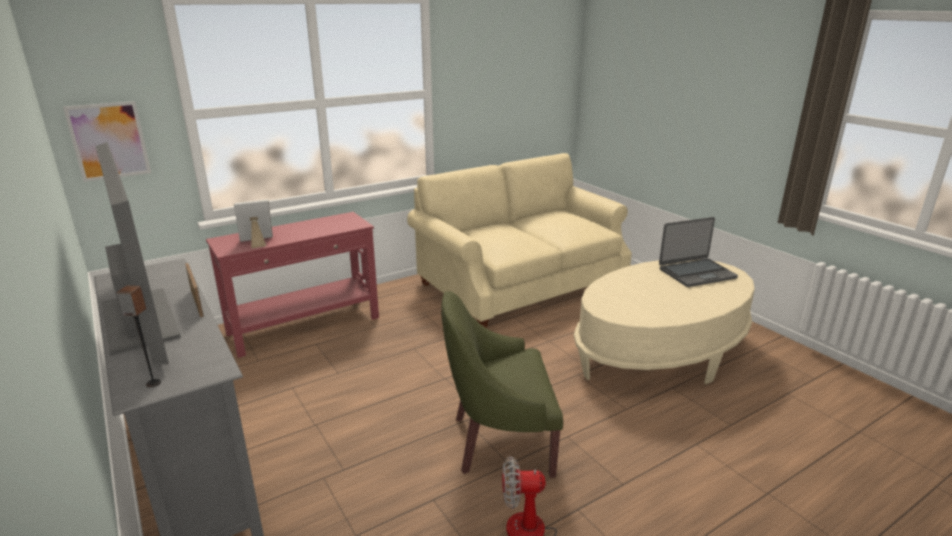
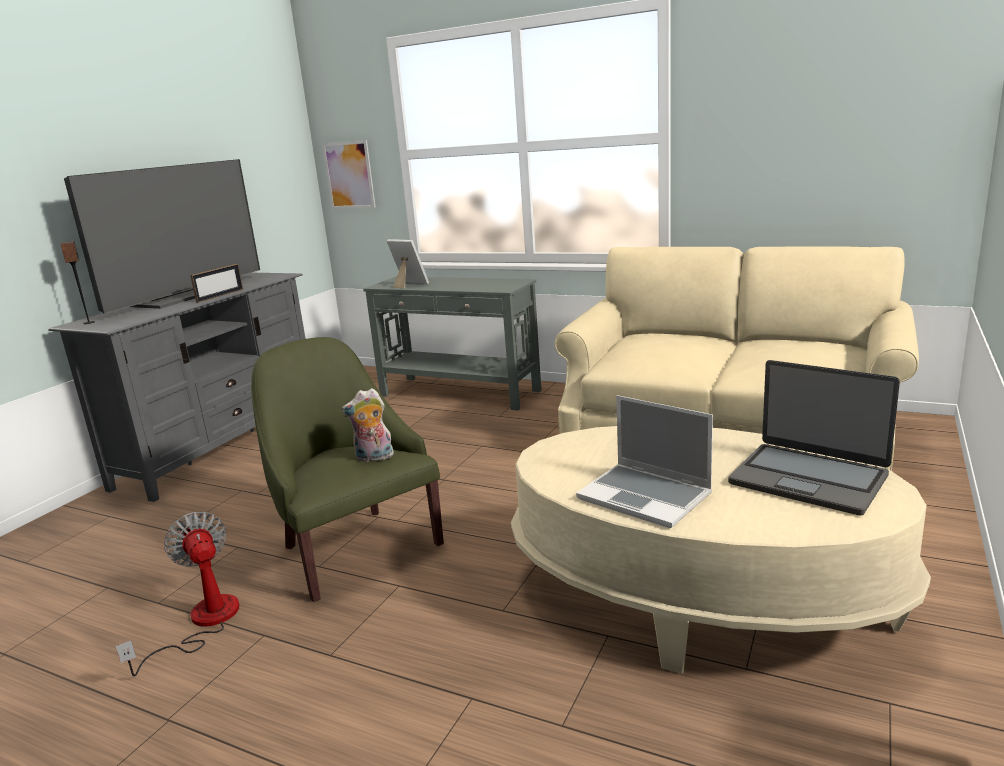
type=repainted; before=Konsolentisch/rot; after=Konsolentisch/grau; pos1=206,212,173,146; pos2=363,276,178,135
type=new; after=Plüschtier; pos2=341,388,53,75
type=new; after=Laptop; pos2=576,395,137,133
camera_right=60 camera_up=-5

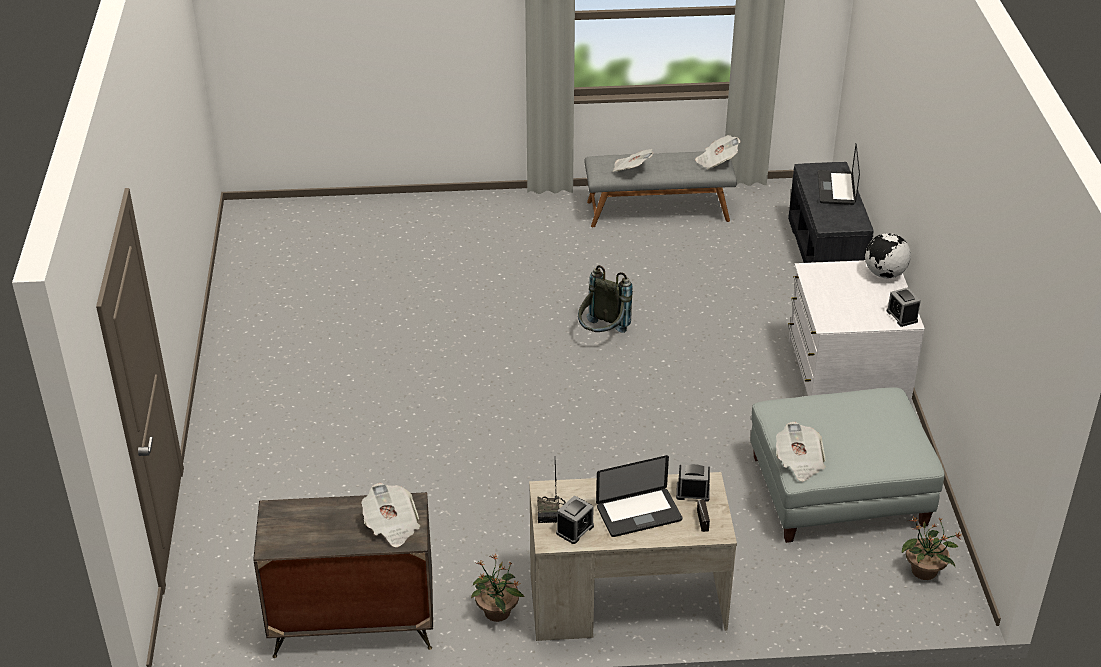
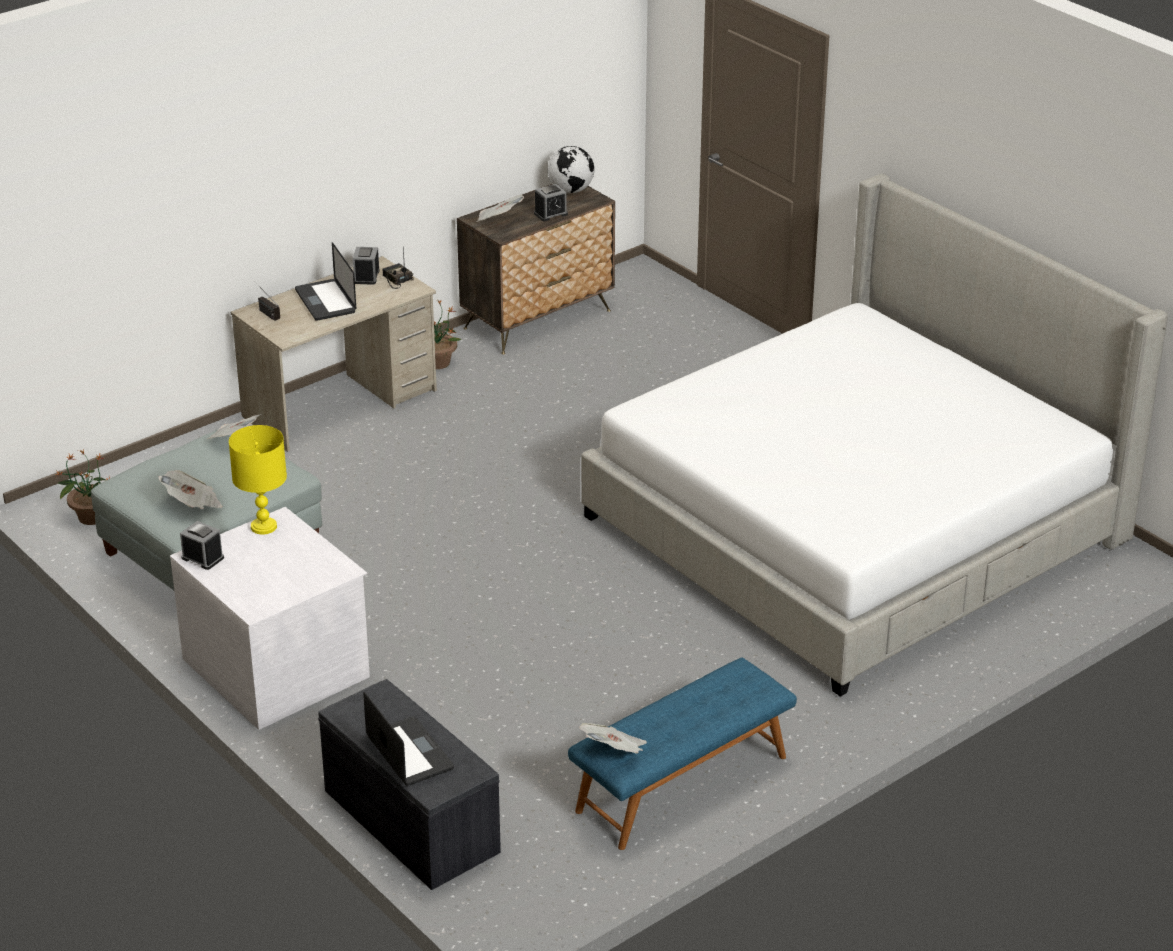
type=shifted; before=Zeitung; pos1=613,149,40,23; pos2=159,470,64,39
type=repainted; before=Bank/grau; after=Bank/blau; pos1=585,151,152,76; pos2=568,658,229,192
type=shifted; before=Globus; pos1=865,233,46,45; pos2=548,146,46,47
type=gone; before=Rucksack/grau; pos1=578,265,55,68
type=rotated; before=Laptop; pos1=596,455,86,82; pos2=295,242,61,79; turn=-60
type=shifted; before=Wecker; pos1=676,462,34,40; pos2=534,184,34,37
type=new; after=Bett; pos2=581,173,587,524
type=new; after=Tischlampe/gelb; pos2=229,425,58,110
camera_right=145 camera_up=-5

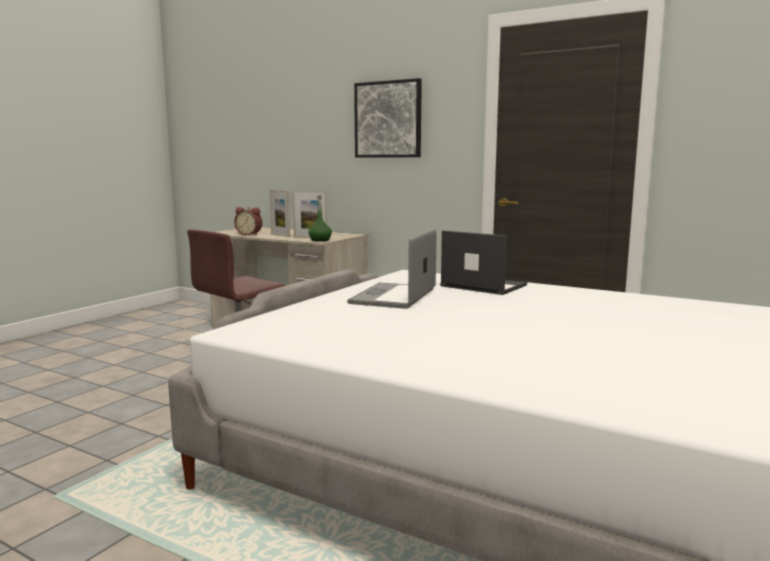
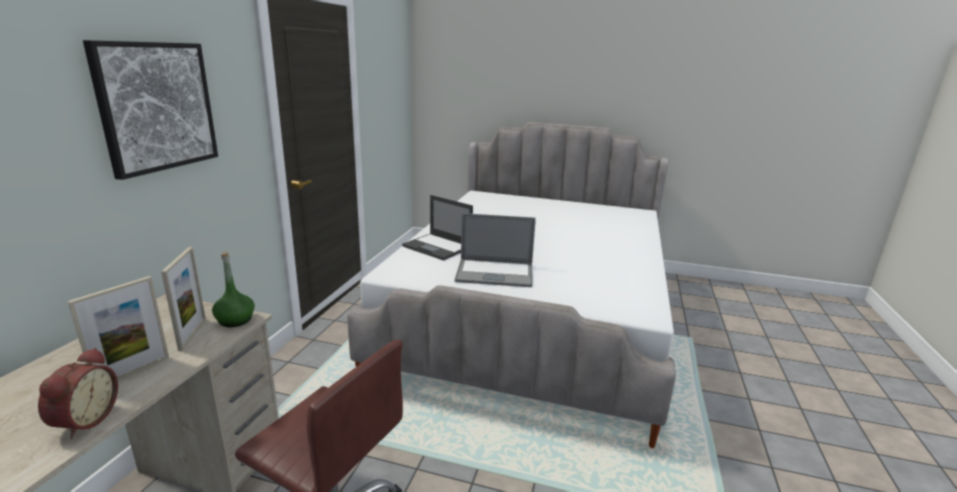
type=rotated; before=Laptop; pos1=440,230,87,65; pos2=402,195,71,66; turn=-75
camera_right=-105 camera_up=10

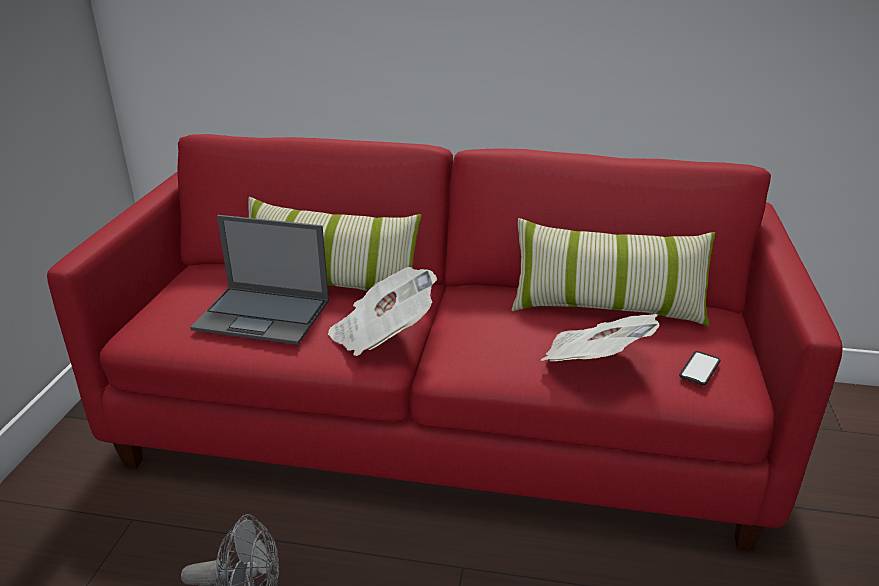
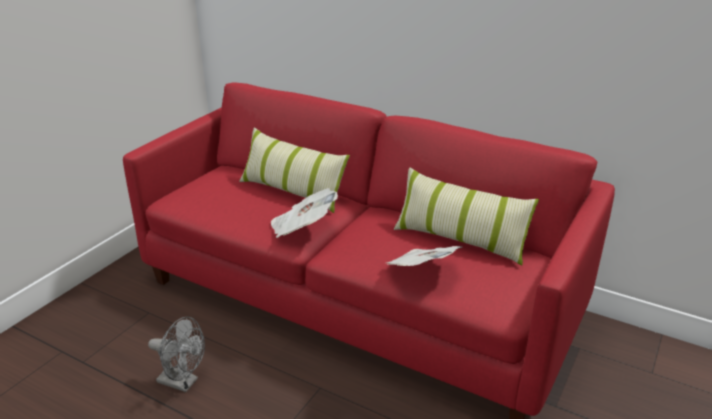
type=gone; before=Laptop; pos1=190,215,139,130
type=gone; before=Handy; pos1=679,351,41,34
camera_right=20 camera_up=0

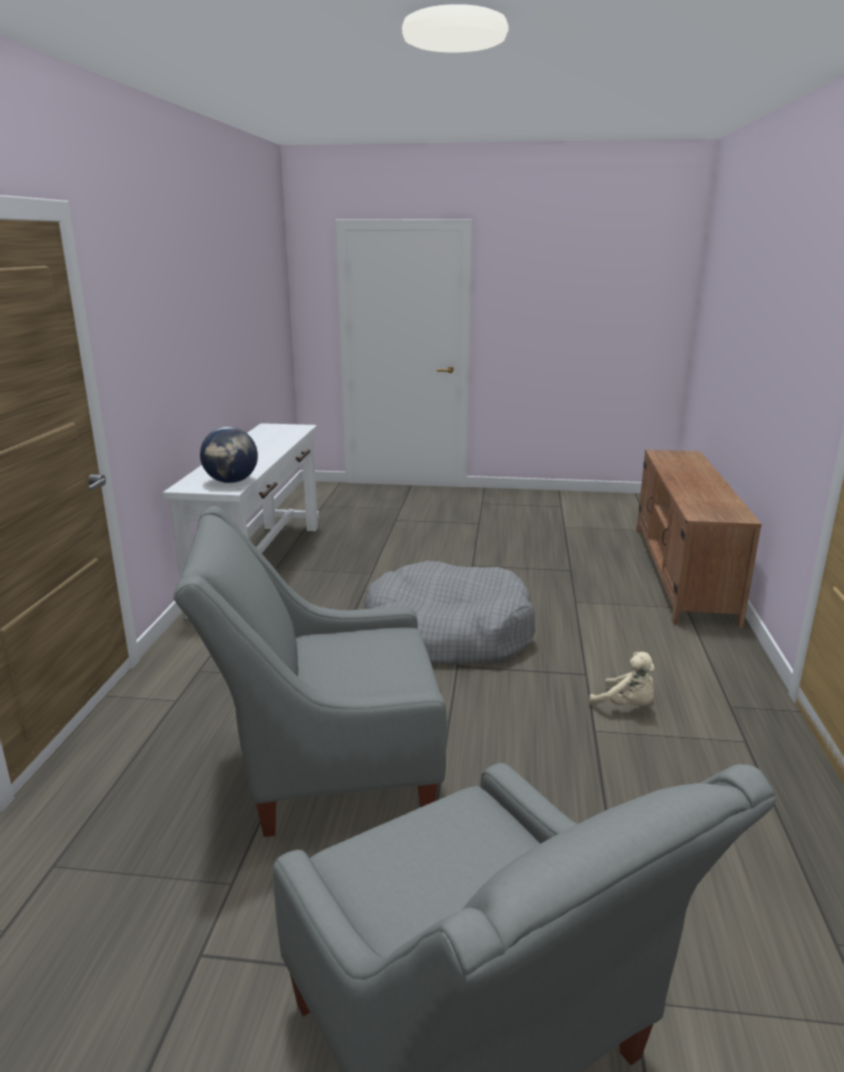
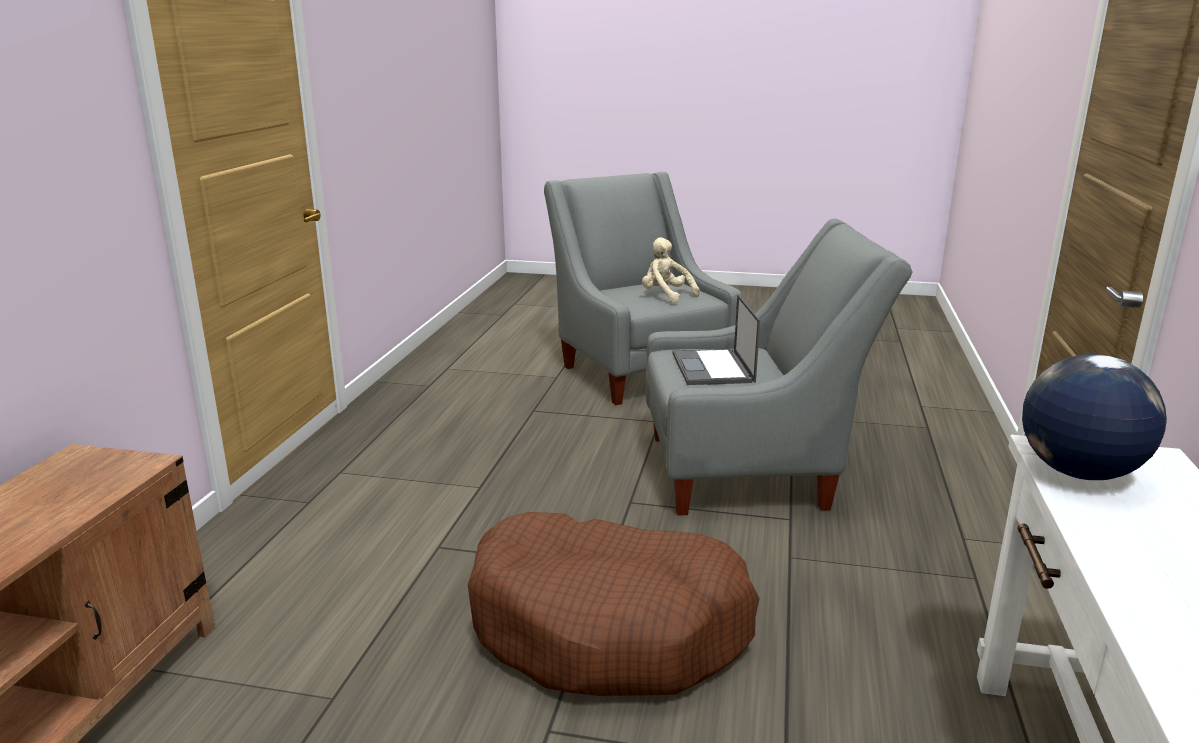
type=repainted; before=Hundebett/grau; after=Hundebett/braun; pos1=364,561,171,104; pos2=468,512,292,184
type=shifted; before=Plüschtier/beige; pos1=589,652,66,54; pos2=642,237,58,66
type=new; after=Laptop; pos2=673,294,87,91
camera_right=-175 camera_up=0

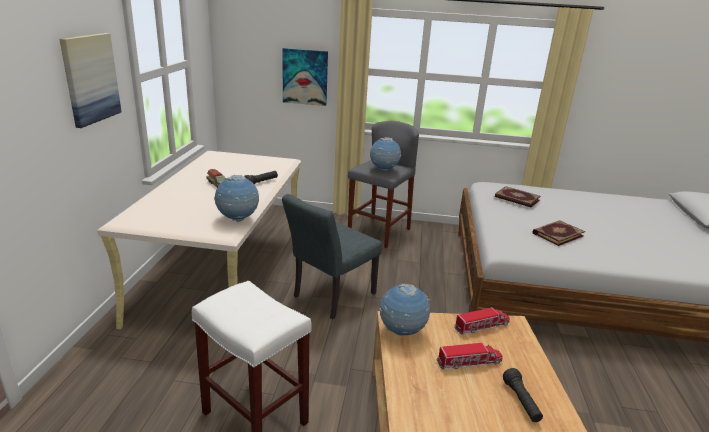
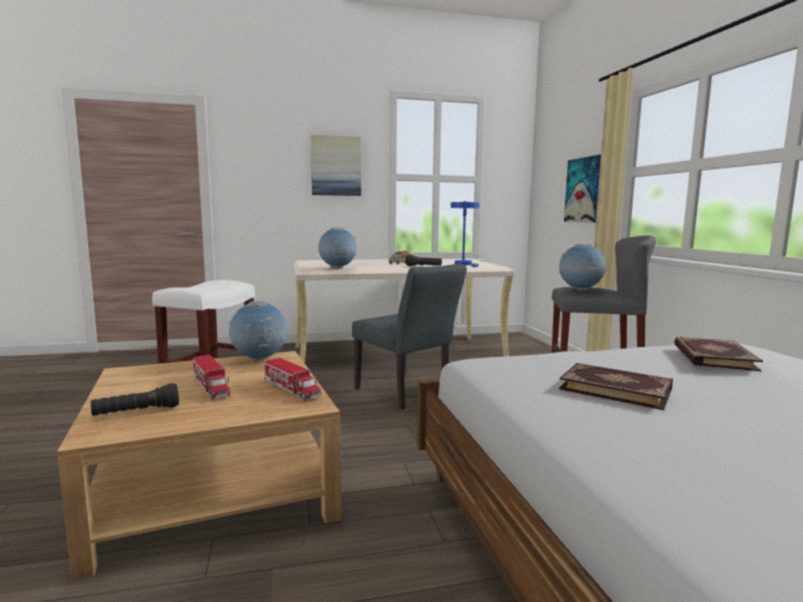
type=rotated; before=Stuhl/grau; pos1=282,194,100,125; pos2=352,264,115,146; turn=-150
type=new; after=Tischlampe/blau; pos2=451,201,28,66
camera_right=70 camera_up=-15

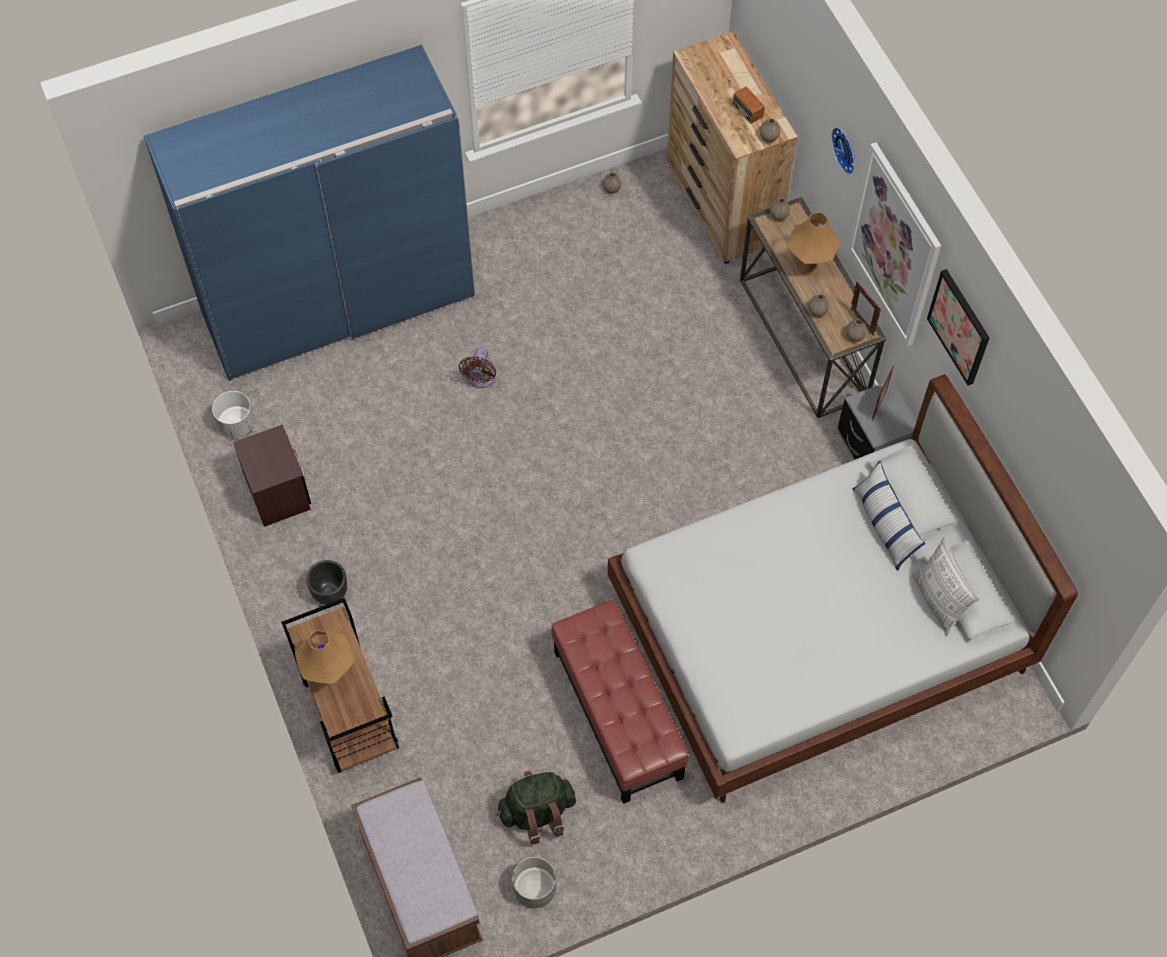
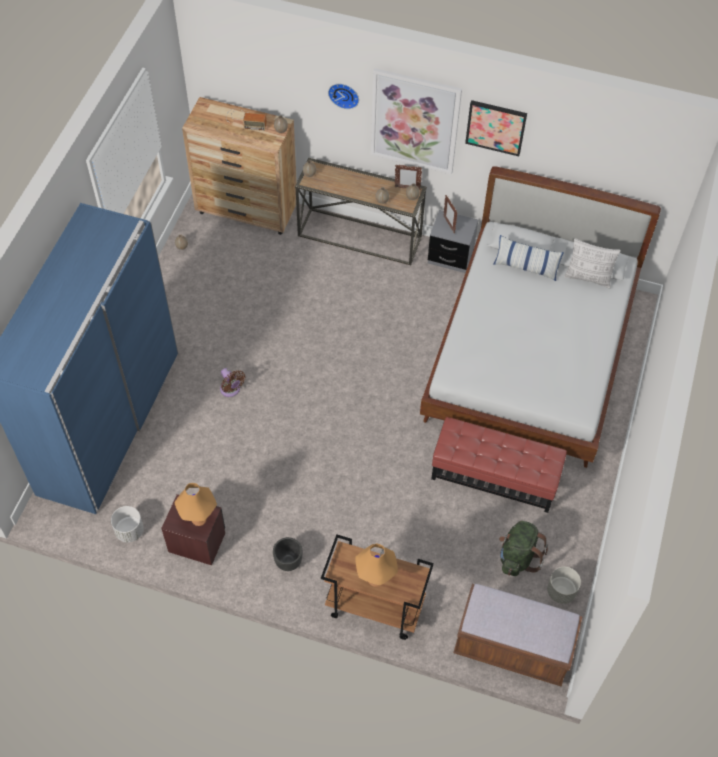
type=shifted; before=Tischlampe/orange; pos1=787,212,53,64; pos2=174,483,43,43
camera_right=-50 camera_up=-5

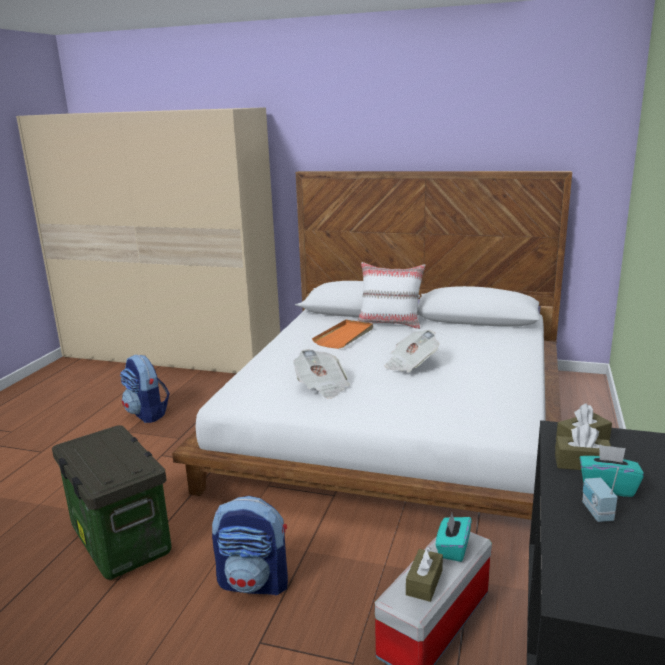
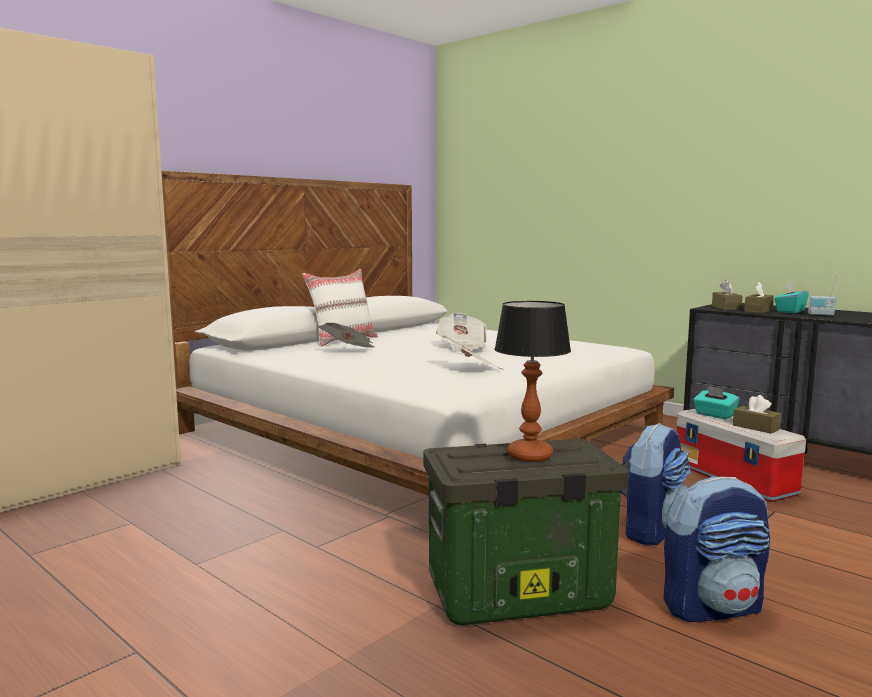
type=swapped; before=Tablett/orange; after=Zeitung; pos1=312,320,61,29; pos2=319,323,55,25
type=shifted; before=Rucksack; pos1=120,354,50,69; pos2=663,476,107,146
type=new; after=Tischlampe; pos2=494,301,77,161
camera_right=-65 camera_up=-10

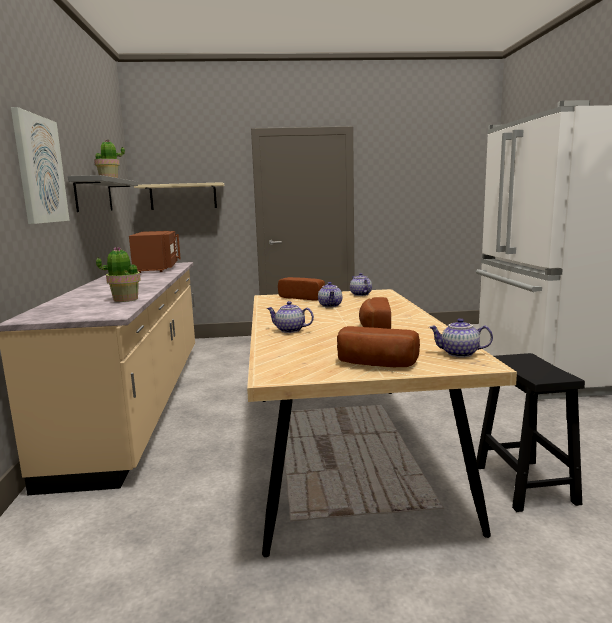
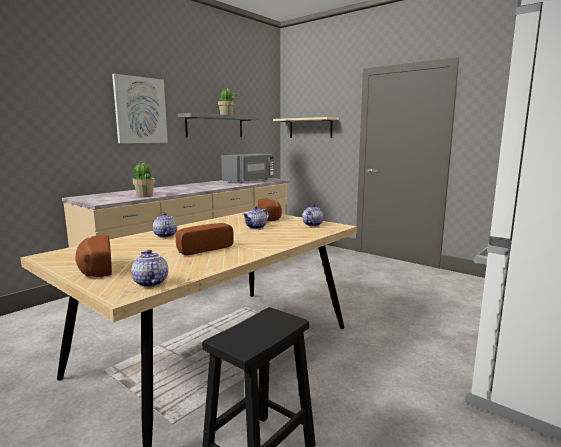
type=repainted; before=Mikrowelle/braun; after=Mikrowelle/grau; pos1=129,231,52,42; pos2=221,153,53,31
camera_right=45 camera_up=0

